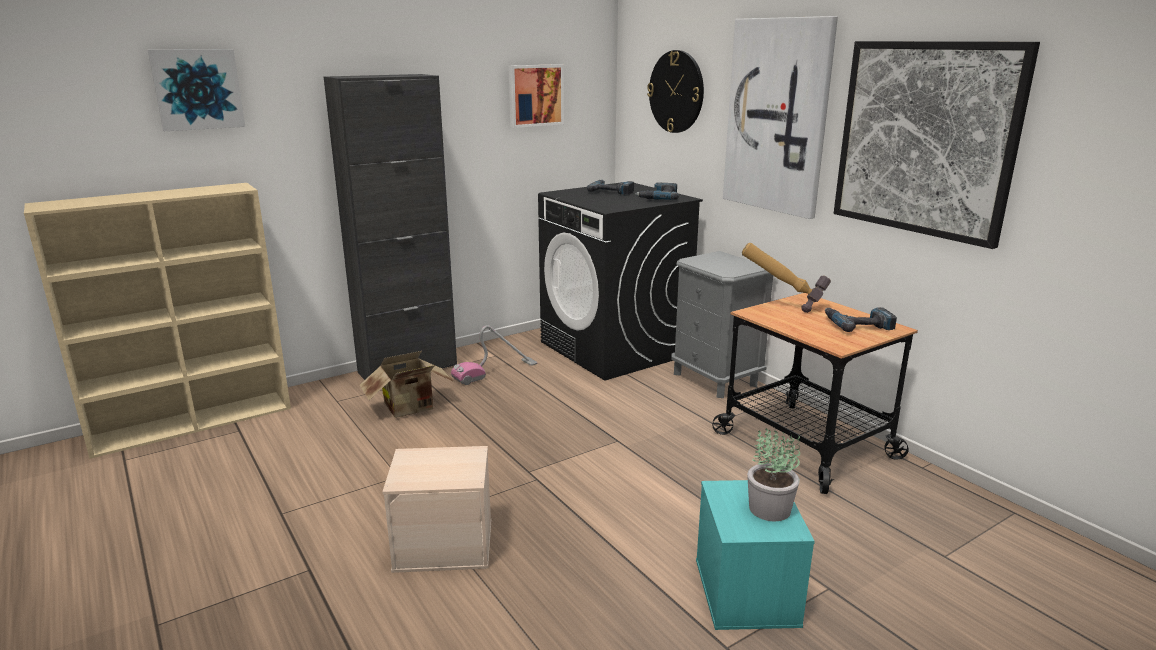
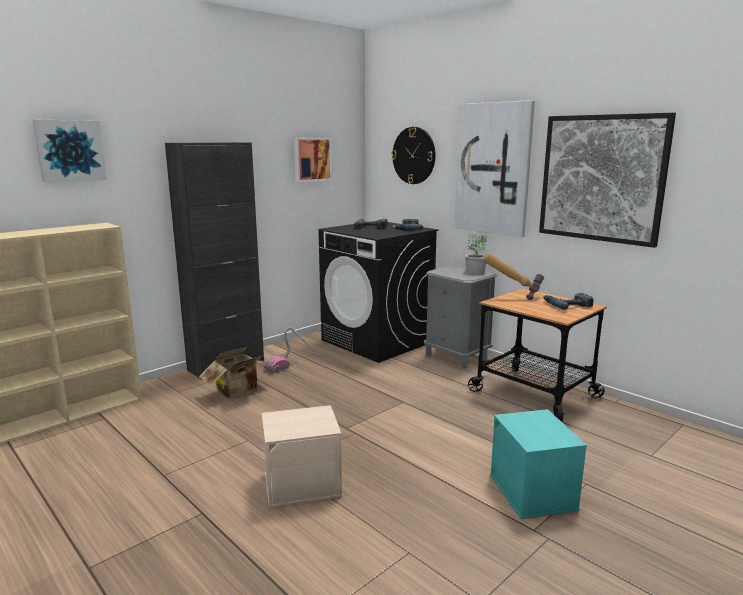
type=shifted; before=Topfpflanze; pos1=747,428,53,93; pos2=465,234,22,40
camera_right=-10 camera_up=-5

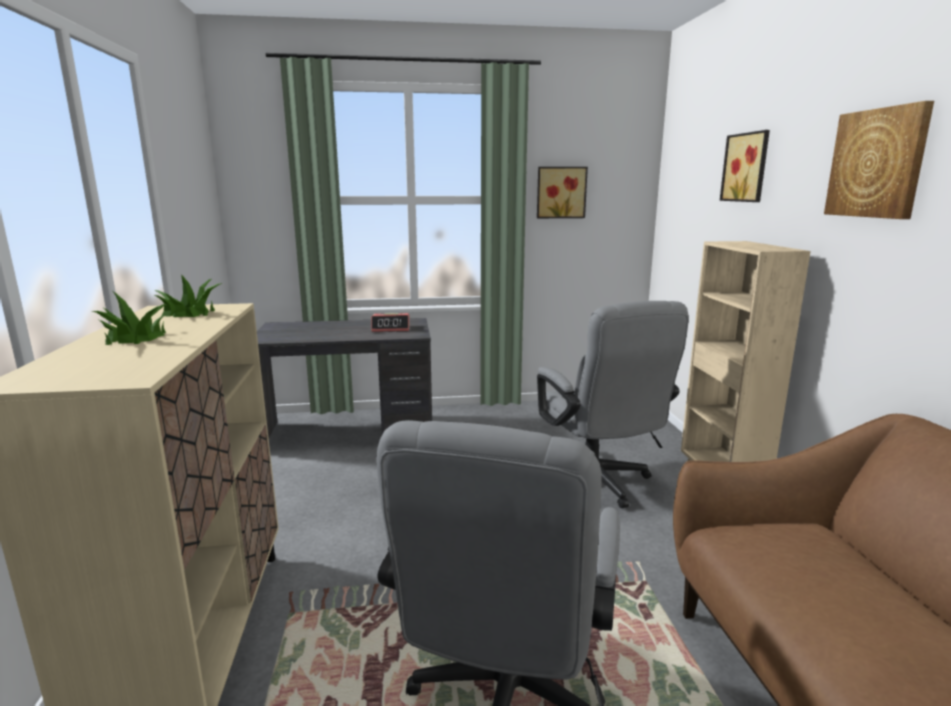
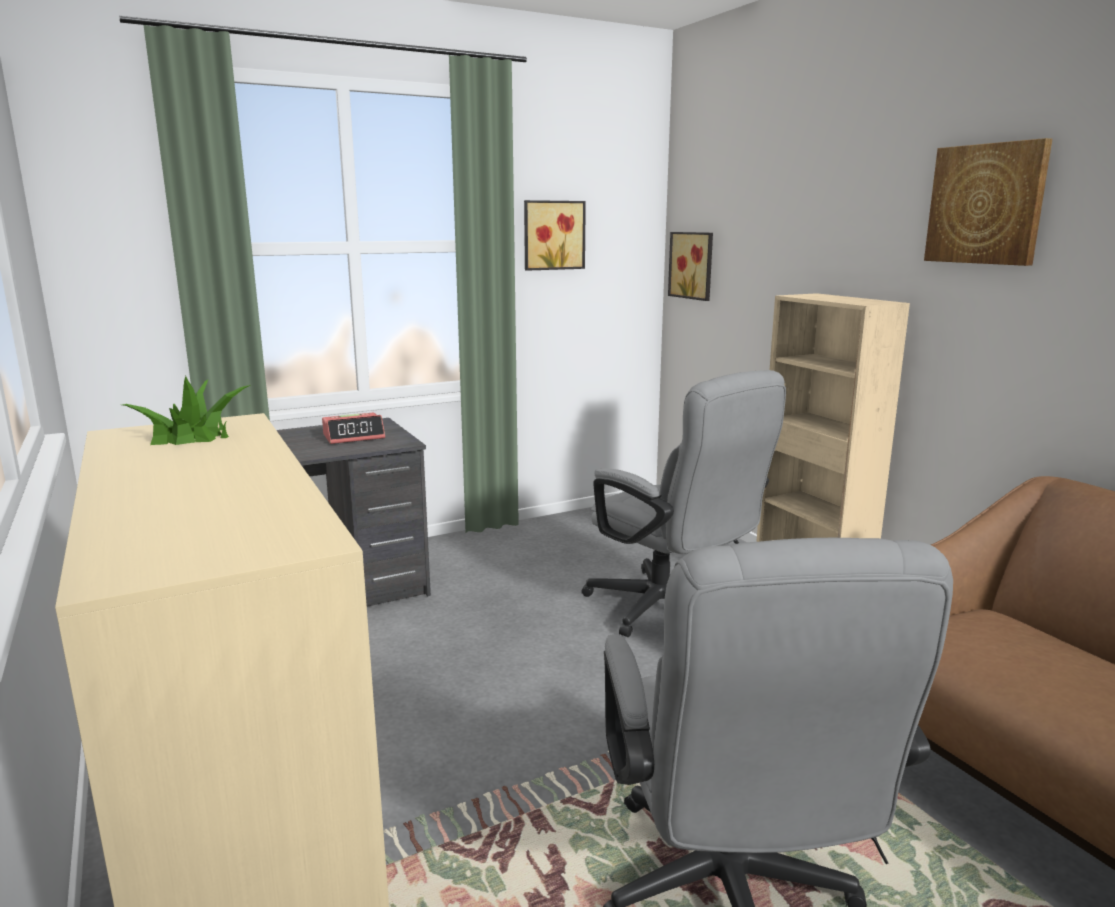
type=shifted; before=Bild; pos1=720,130,50,72; pos2=668,232,45,69
type=gone; before=Topfpflanze; pos1=93,291,73,54
camera_right=-20 camera_up=0

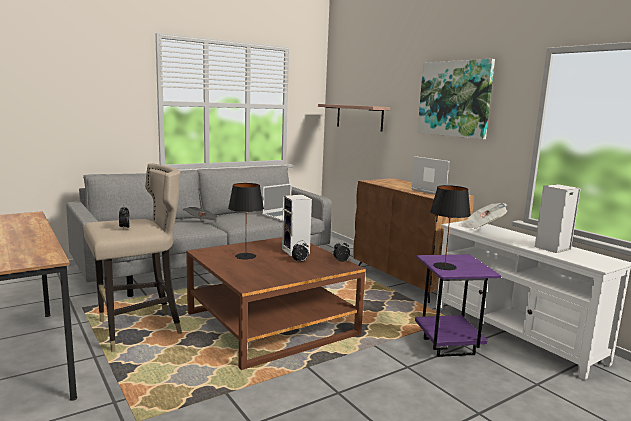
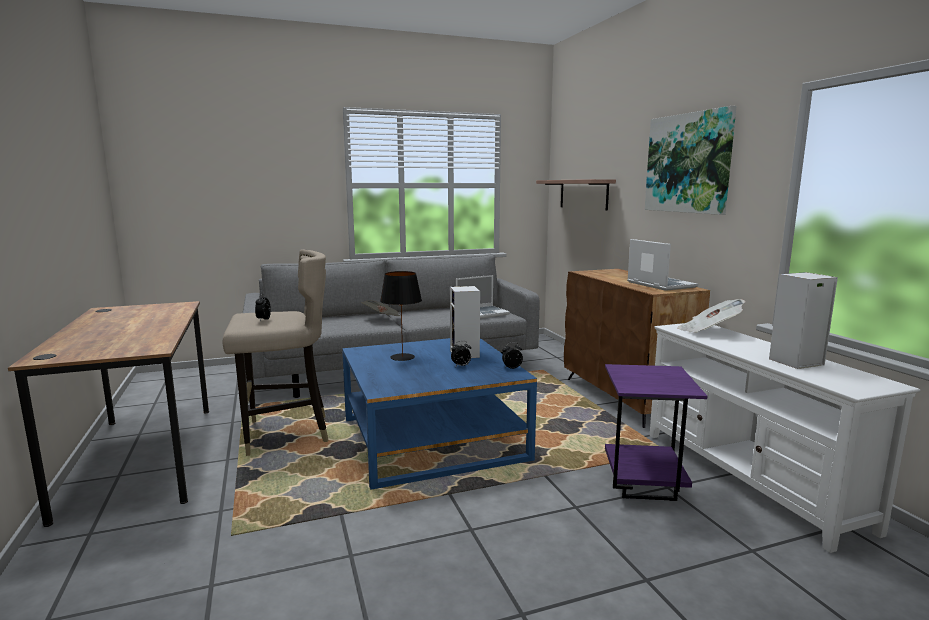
type=gone; before=Tischlampe/schwarz; pos1=430,185,41,85
type=repainted; before=Couchtisch/braun; after=Couchtisch/blau; pos1=186,237,179,133; pos2=342,338,195,152
camera_right=15 camera_up=0

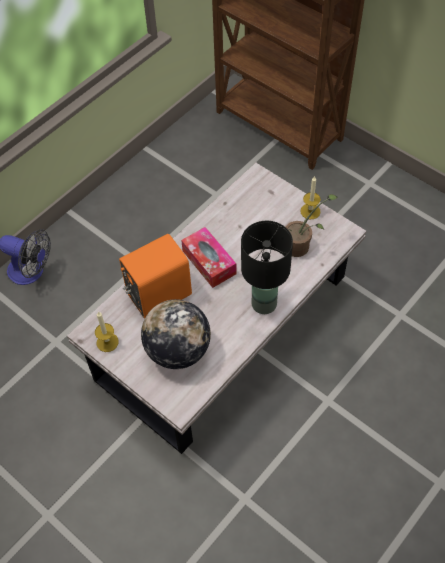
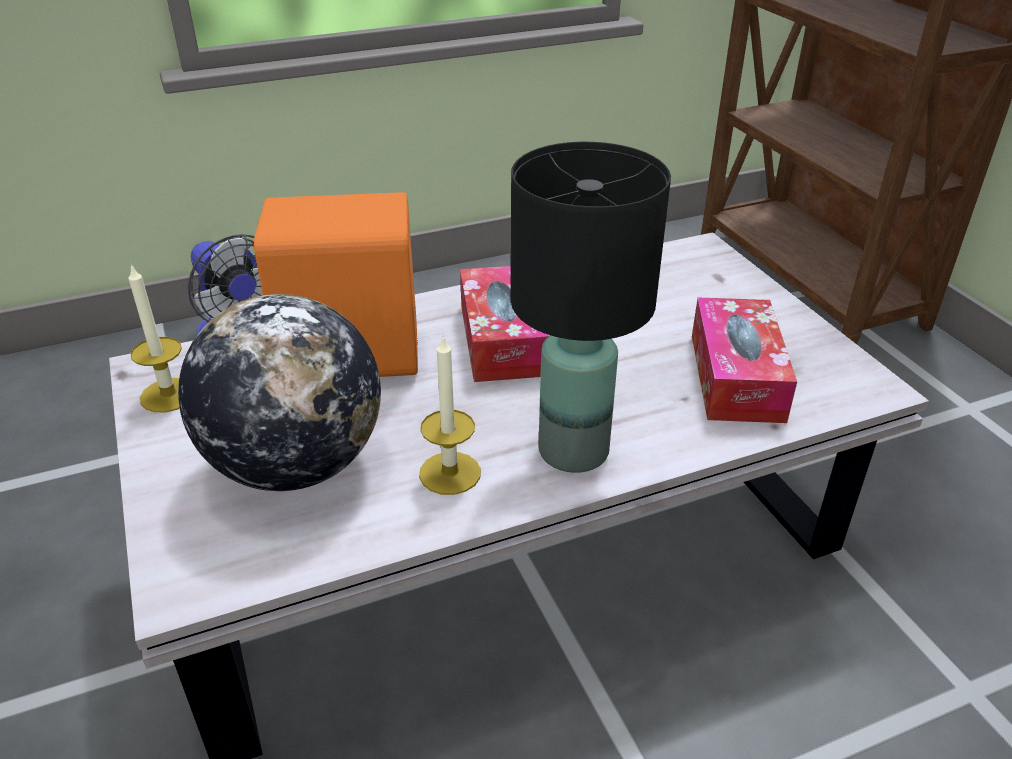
type=shifted; before=Kerze; pos1=300,176,21,43; pos2=419,335,62,160
type=swapped; before=Topfpflanze; after=Taschentuchbox; pos1=285,194,53,63; pos2=692,298,105,125
camera_right=25 camera_up=-20

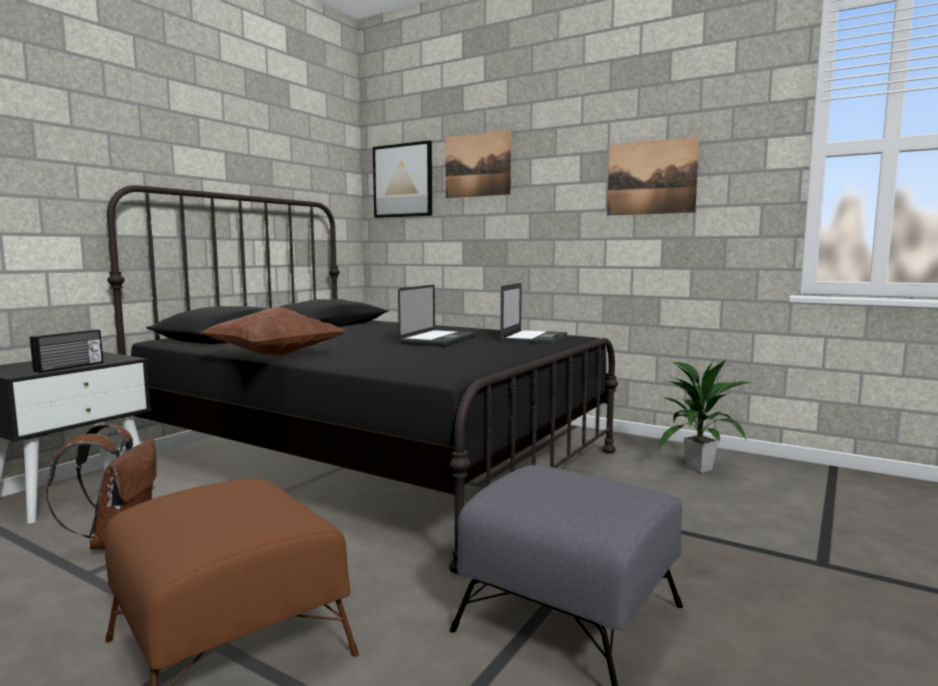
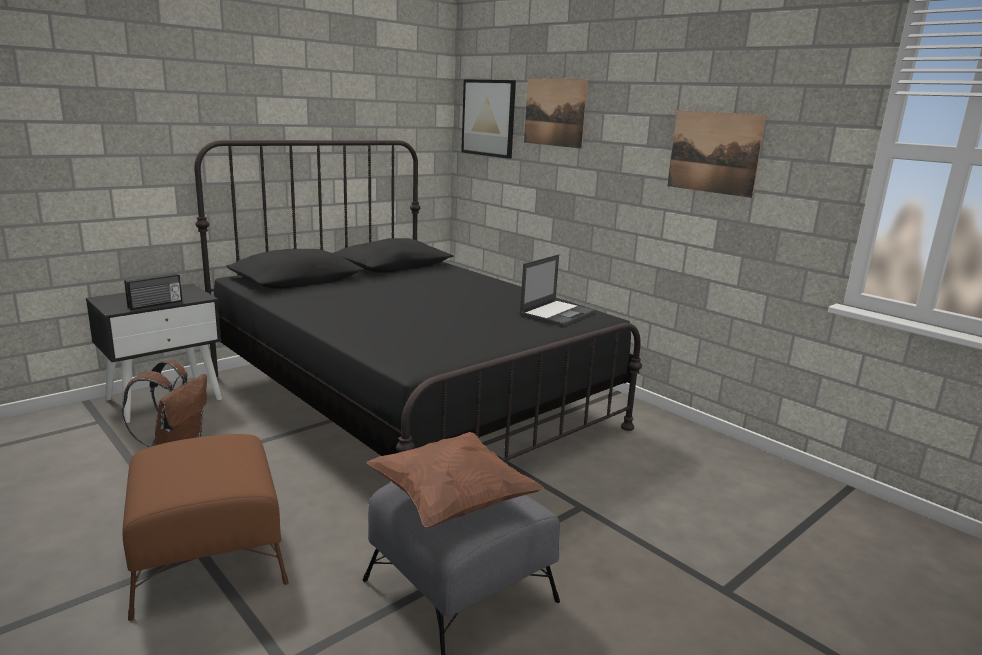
type=gone; before=Laptop; pos1=398,285,78,61
type=shifted; before=Kissen/braun; pos1=201,307,145,49; pos2=366,432,178,96
type=gone; before=Topfpflanze; pos1=658,357,97,116
camera_right=15 camera_up=10

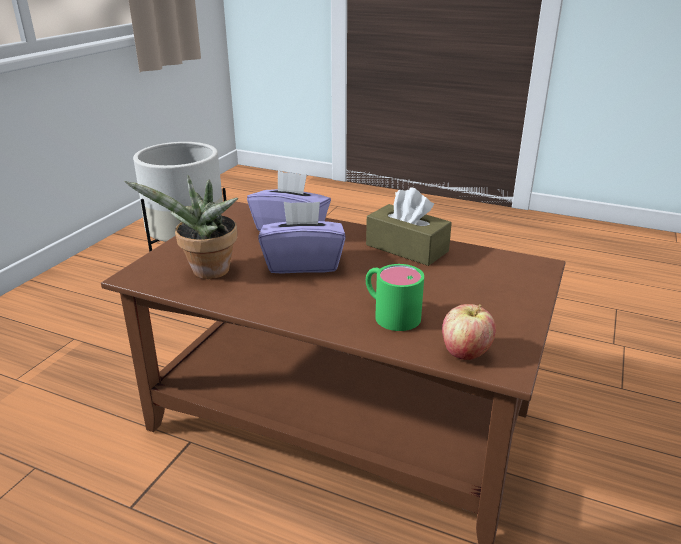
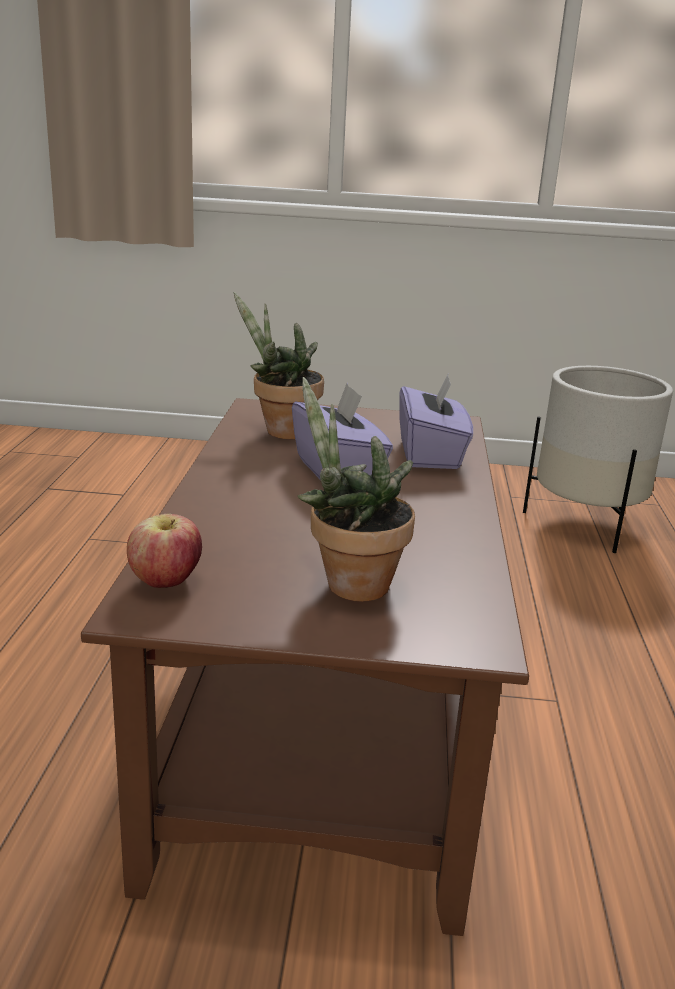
type=gone; before=Taschentuchbox/braun; pos1=366,187,86,79
type=gone; before=Henkelbecher/grün; pos1=366,264,58,67
type=new; after=Topfpflanze; pos2=298,377,117,225
camera_right=70 camera_up=-5

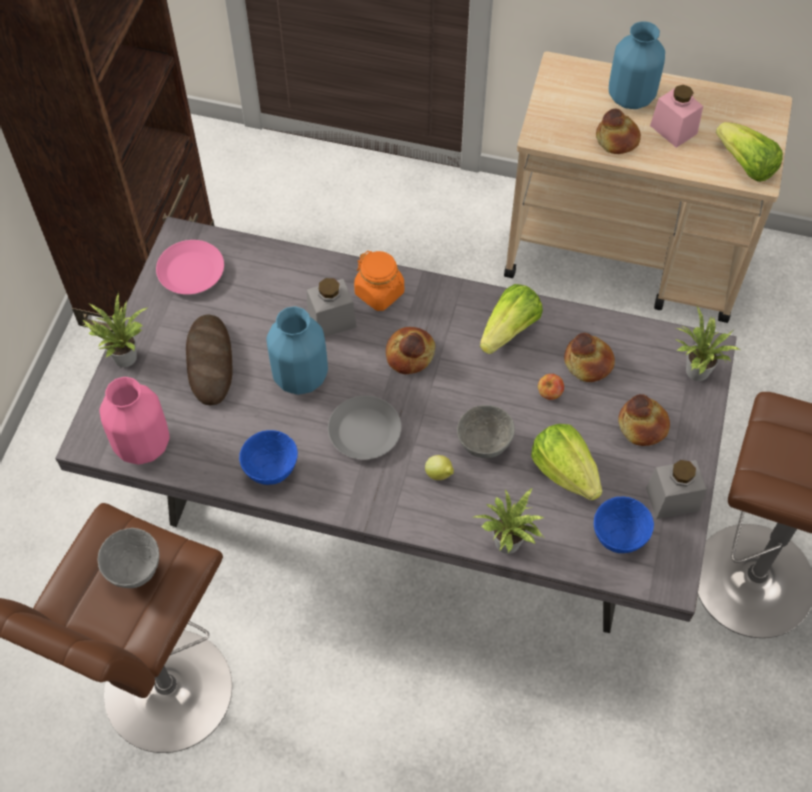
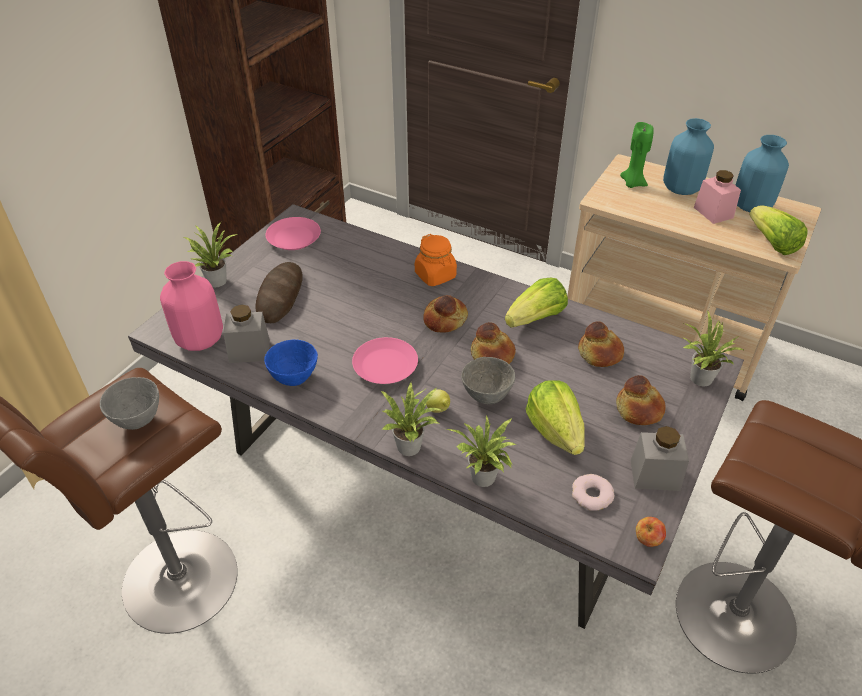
type=shifted; before=Brot; pos1=596,109,45,45; pos2=471,322,45,42
type=shifted; before=Vorratsglas/grau; pos1=307,278,50,59; pos2=223,304,47,59
type=shifted; before=Vase/blau; pos1=266,306,62,89; pos2=735,135,54,77
type=shifted; before=Apfel; pos1=538,374,26,26; pos2=636,517,30,30
type=repainted; before=Teller/grau; after=Teller/rosa; pos1=328,396,73,64; pos2=352,337,66,47
type=swapped; before=Schüssel/blau; after=Donut; pos1=594,496,60,57; pos2=572,474,42,37
type=new; after=Kerze/grün; pos2=620,122,34,66
type=new; after=Topfpflanze; pos2=381,382,61,74
camera_right=15 camera_up=-15

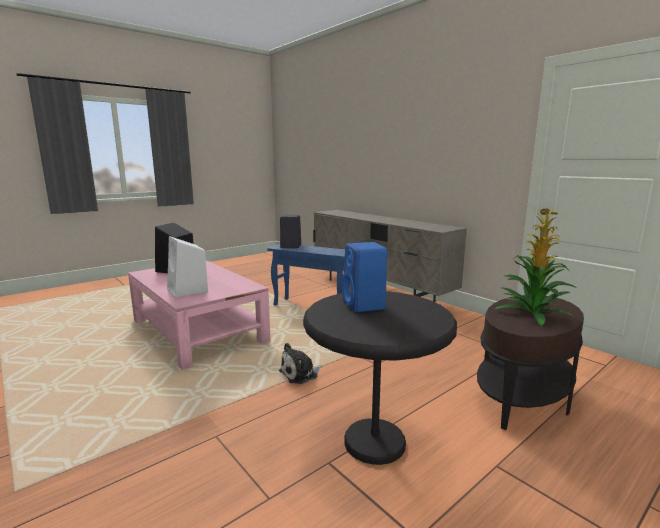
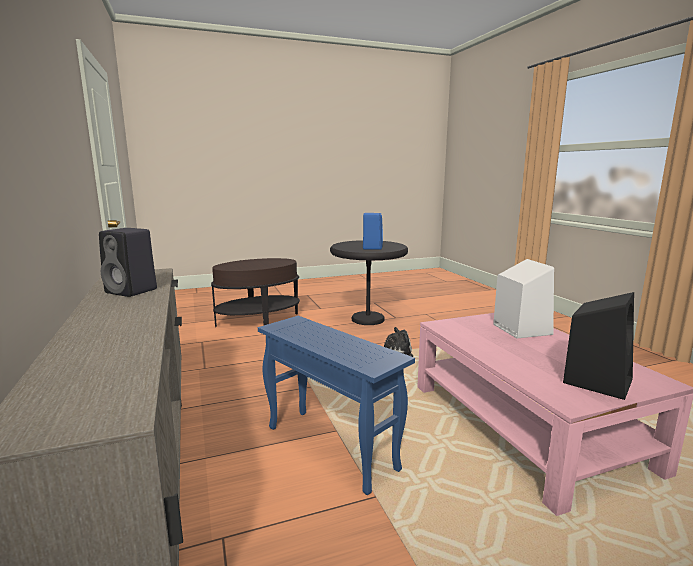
type=gone; before=Topfpflanze; pos1=495,208,81,117
type=shifted; before=Lautsprecher/schwarz; pos1=280,215,21,33; pos2=99,228,58,69
camera_right=-160 camera_up=0

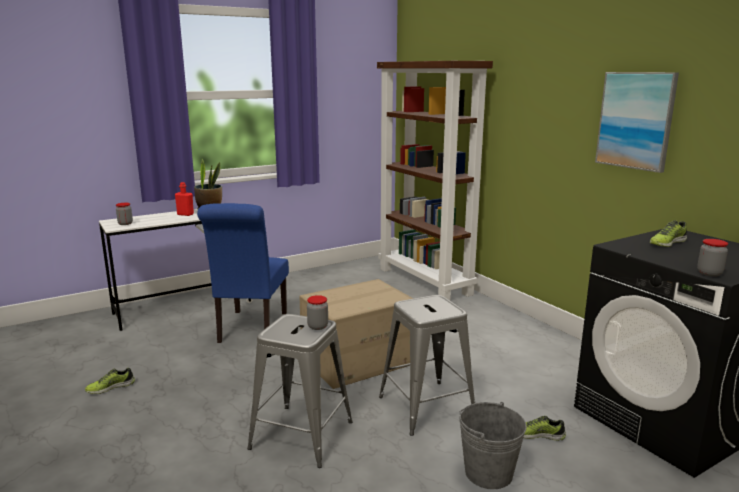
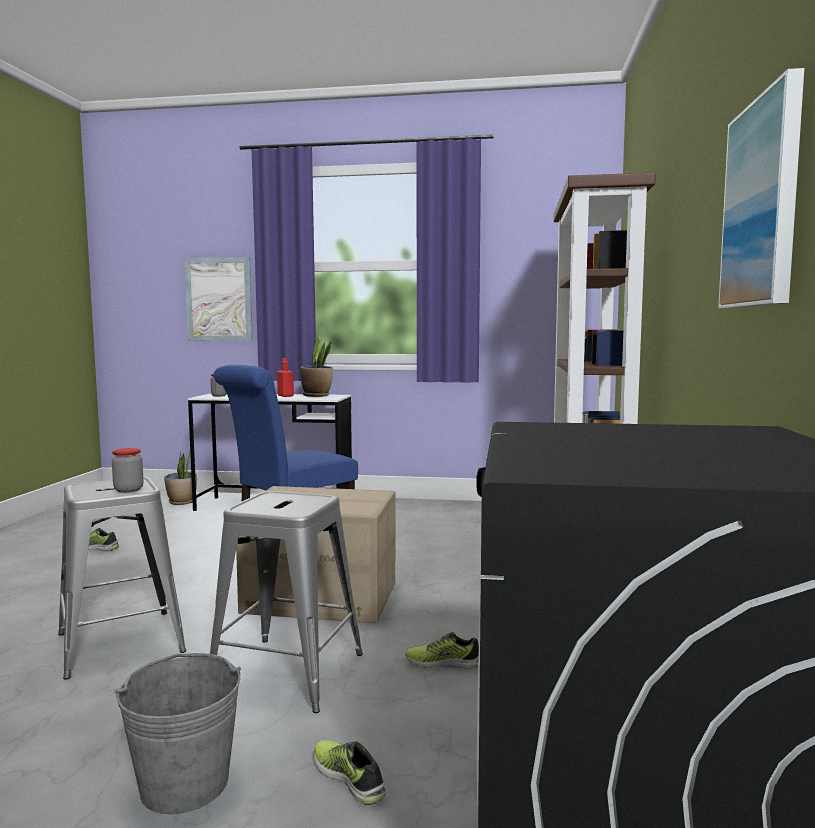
type=shifted; before=Schuh; pos1=649,220,38,27; pos2=405,632,74,37
type=gone; before=Vorratsglas; pos1=697,239,31,38
type=new; after=Bild; pos2=184,257,69,84
type=new; after=Topfpflanze; pos2=164,452,33,53
camera_right=40 camera_up=-10

